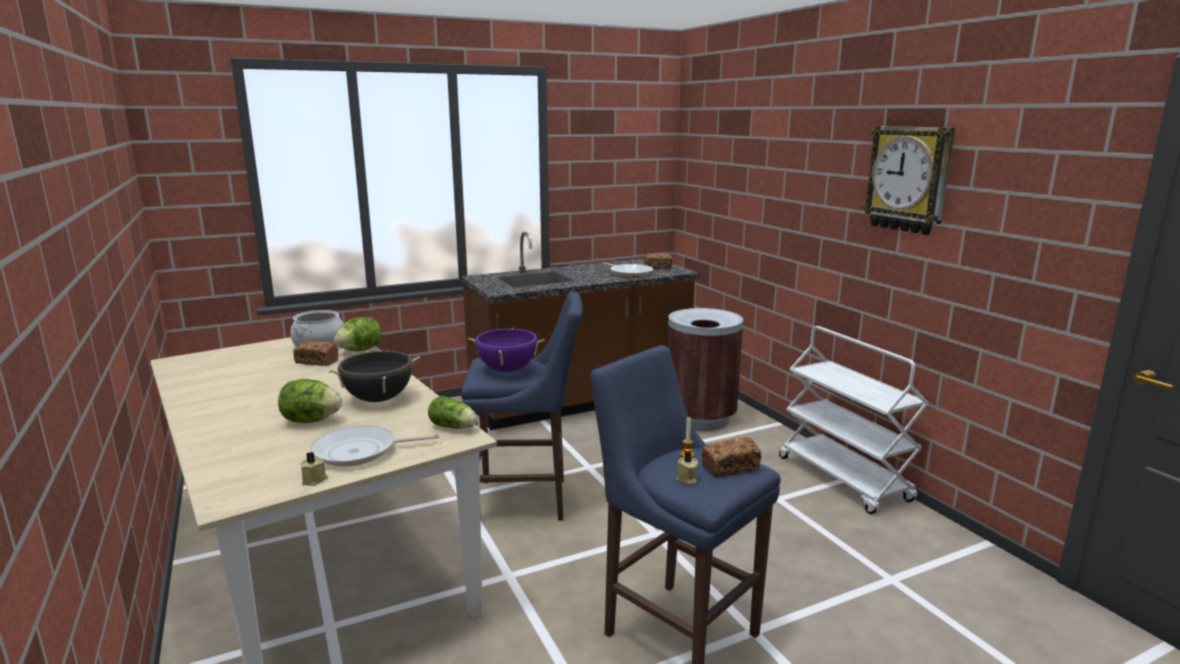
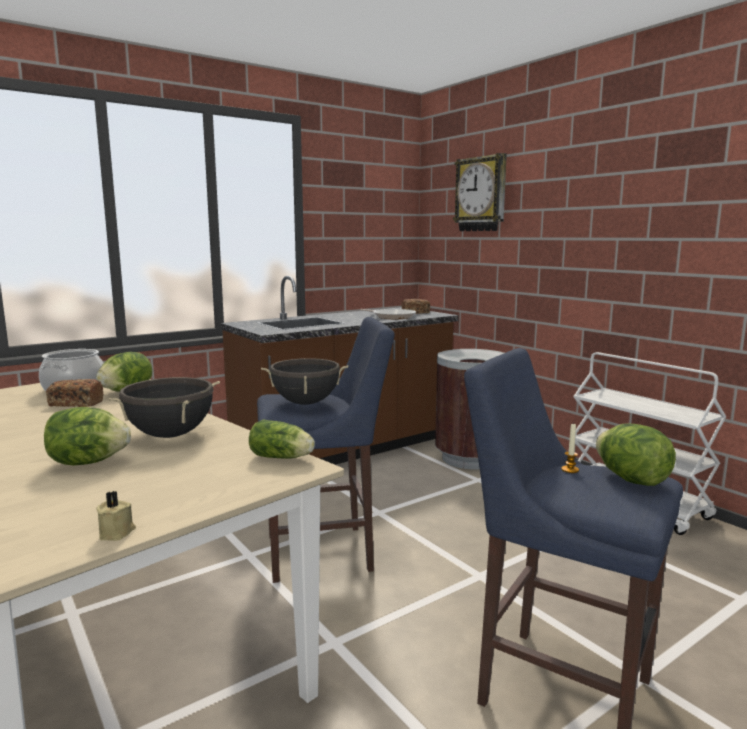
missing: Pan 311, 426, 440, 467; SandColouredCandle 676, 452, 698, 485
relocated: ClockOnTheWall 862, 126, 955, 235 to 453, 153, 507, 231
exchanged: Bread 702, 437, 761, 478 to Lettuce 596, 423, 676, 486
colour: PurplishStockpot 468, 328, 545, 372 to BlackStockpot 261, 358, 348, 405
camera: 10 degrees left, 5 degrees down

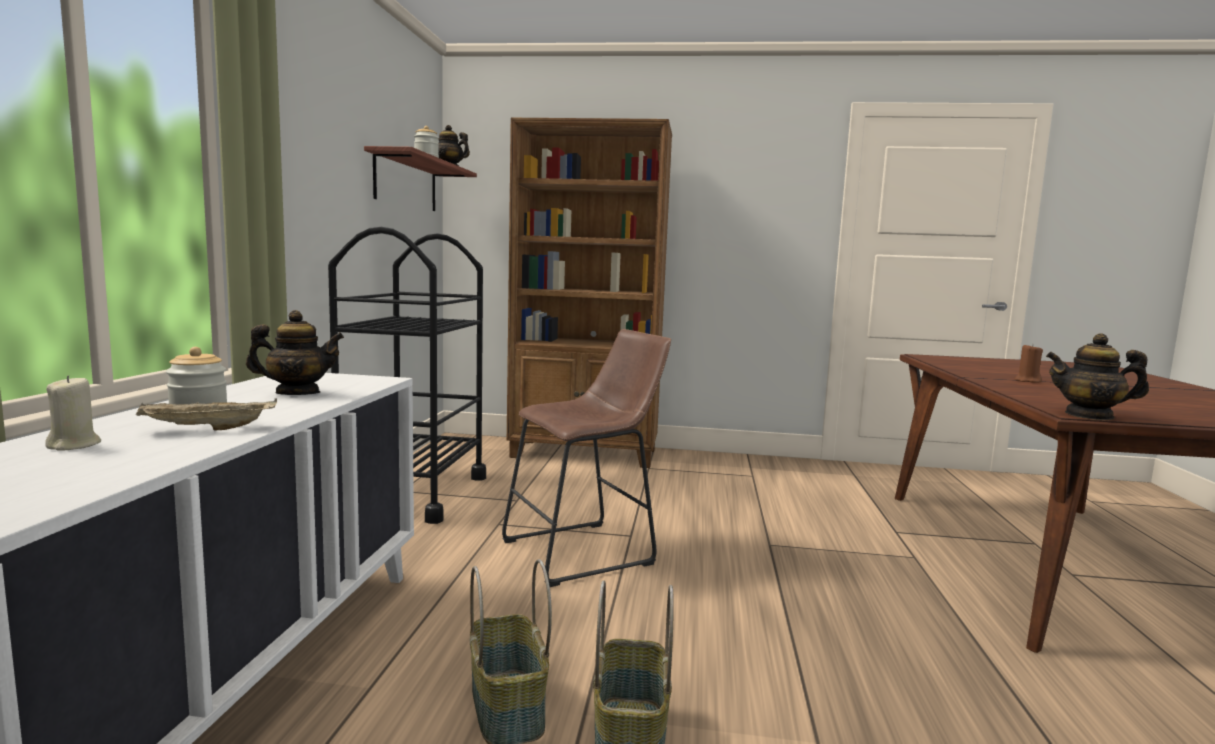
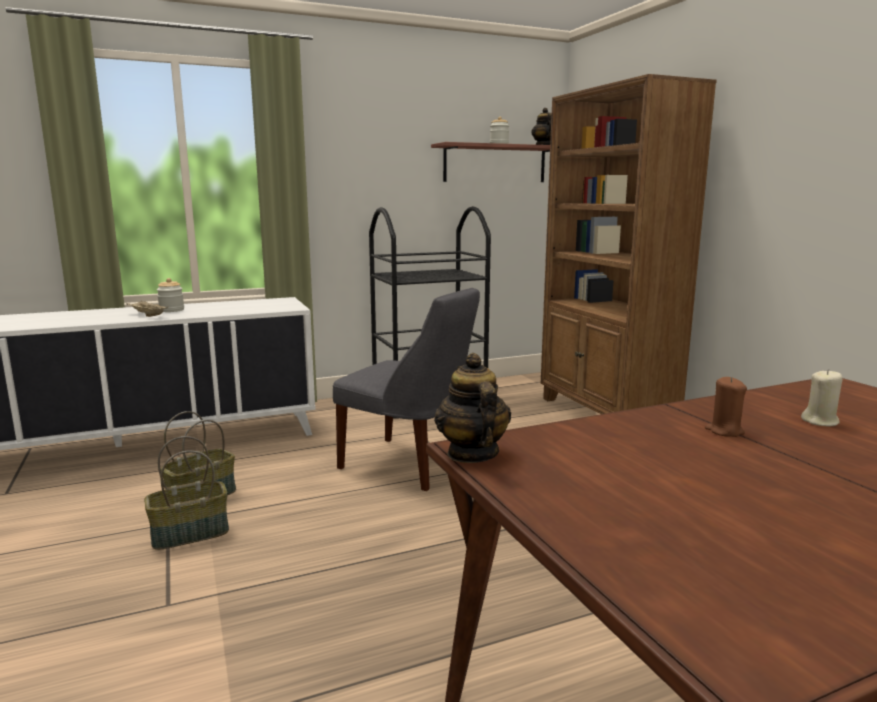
missing: TeaPot 246, 310, 344, 395
relocated: SandColouredCandle 45, 375, 101, 451 to 801, 369, 843, 426
exchanged: BrownSittingStool 502, 329, 671, 587 to GreyishPlainChair 333, 288, 480, 491
camera: 60 degrees right, 5 degrees up

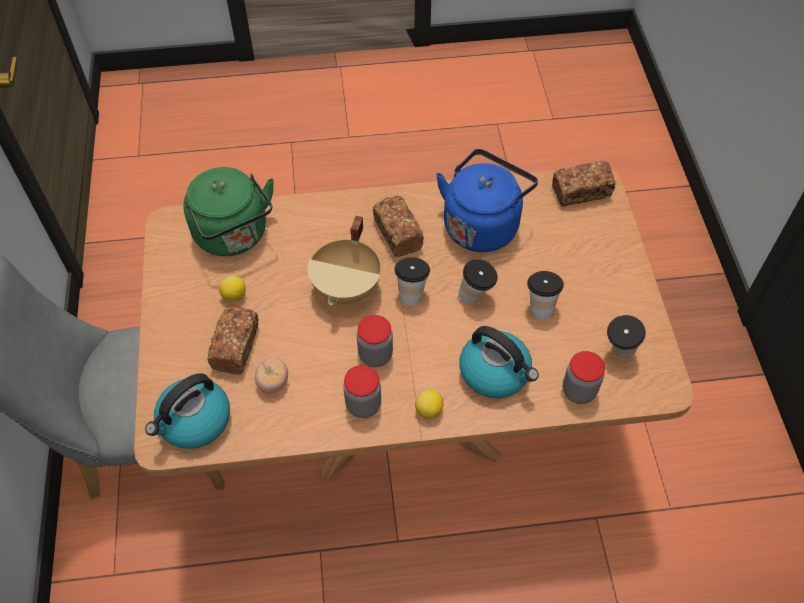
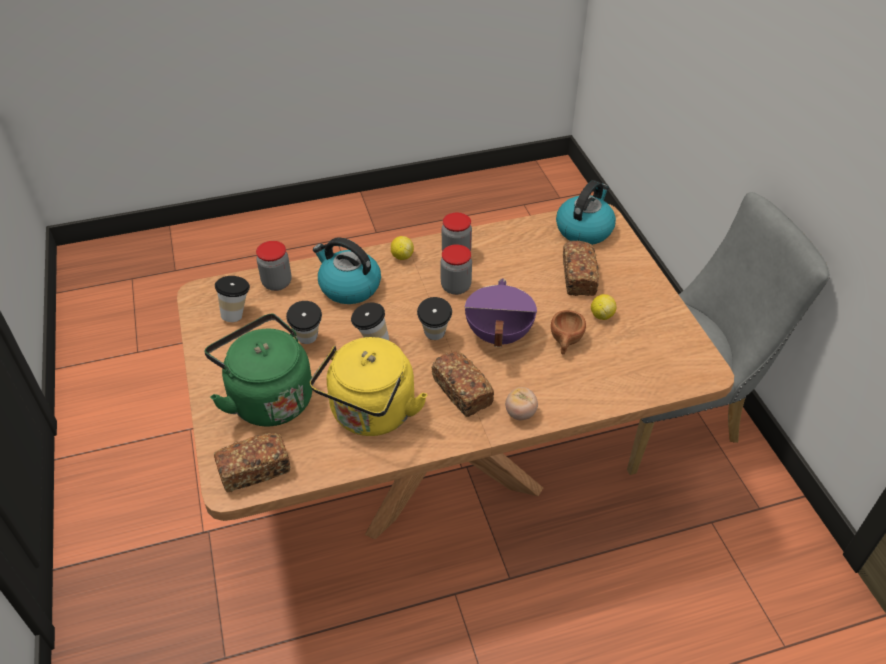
appeared: BrownSmallCup 551, 310, 586, 355
relocated: GreenWaterKettle 183, 167, 274, 256 to 204, 314, 312, 426; WholeTomato 255, 358, 288, 393 to 505, 387, 538, 420
colour: SandColouredStockpot 308, 216, 381, 305 to PurplishStockpot 464, 278, 537, 347; BlueWaterKettle 436, 149, 538, 252 to YellowishWaterKettle 310, 337, 427, 436
camera: 170 degrees right, 10 degrees down

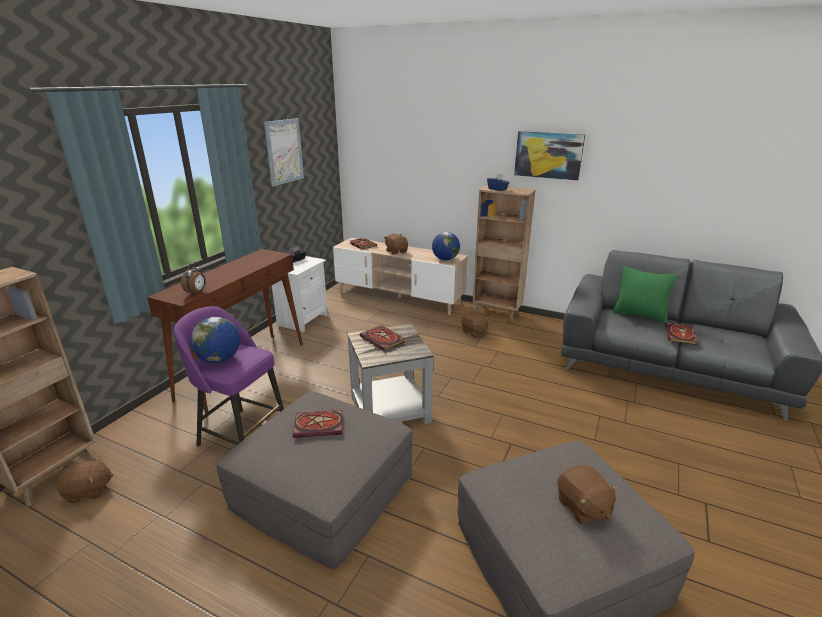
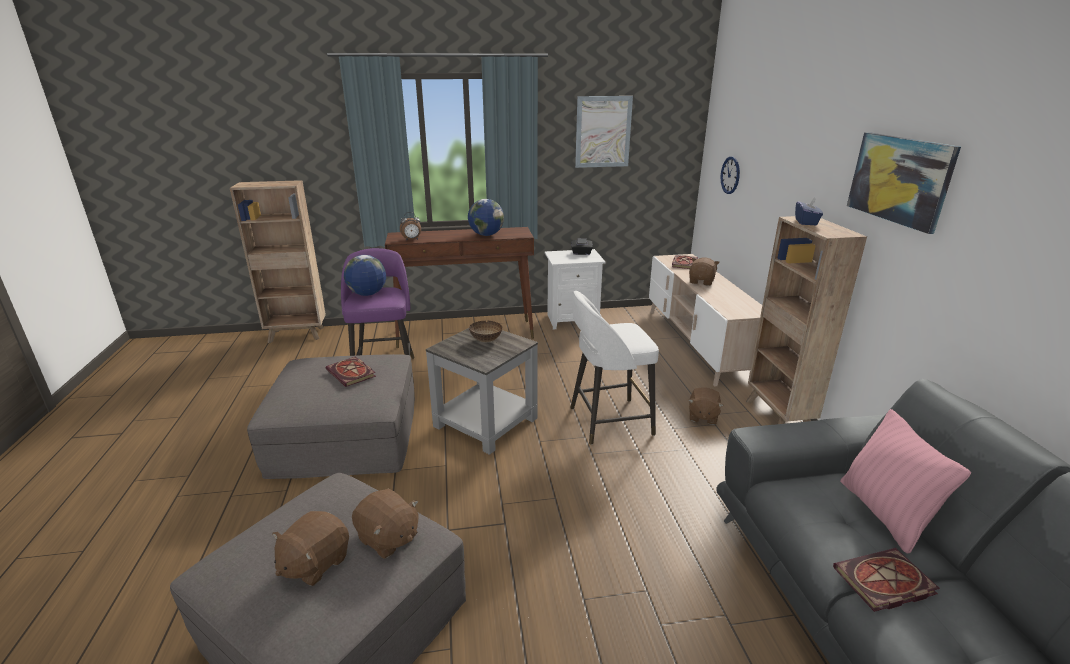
appeared: WhitishSittingStool 570, 291, 659, 445; ClockOnTheWall 721, 157, 740, 194
relocated: BrownPlushToy 57, 456, 113, 504 to 352, 489, 418, 559; DeskGlobe 432, 232, 460, 260 to 468, 199, 504, 236
exchanged: Book 359, 325, 405, 351 to ServingBowl 469, 320, 502, 342
colour: GreenThrowPillow 612, 267, 677, 323 to PinkishThrowPillow 840, 409, 972, 554
camera: 55 degrees right, 0 degrees up

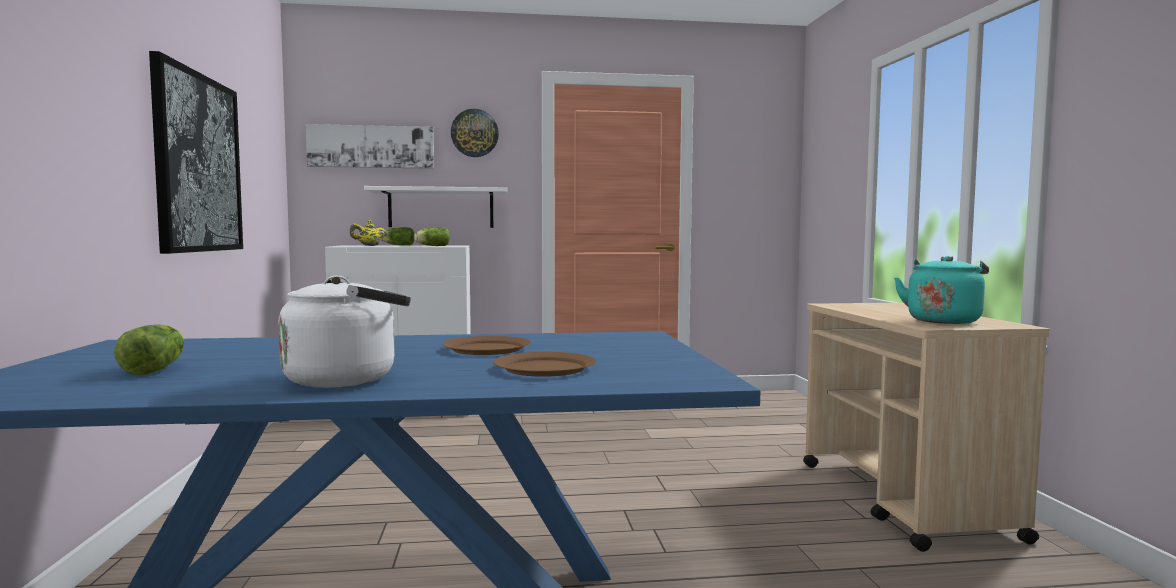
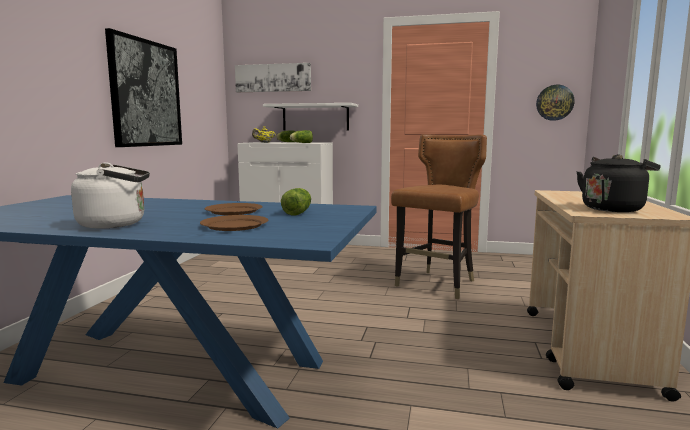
appeared: BrownPlainChair 391, 134, 487, 299
relocated: Lettuce 114, 324, 184, 375 to 281, 188, 311, 215; ClockOnTheWall 451, 109, 499, 157 to 536, 85, 575, 121
colour: BlueGreenWaterKettle 894, 256, 989, 324 to BlackWaterKettle 577, 154, 661, 212
camera: 20 degrees right, 5 degrees up

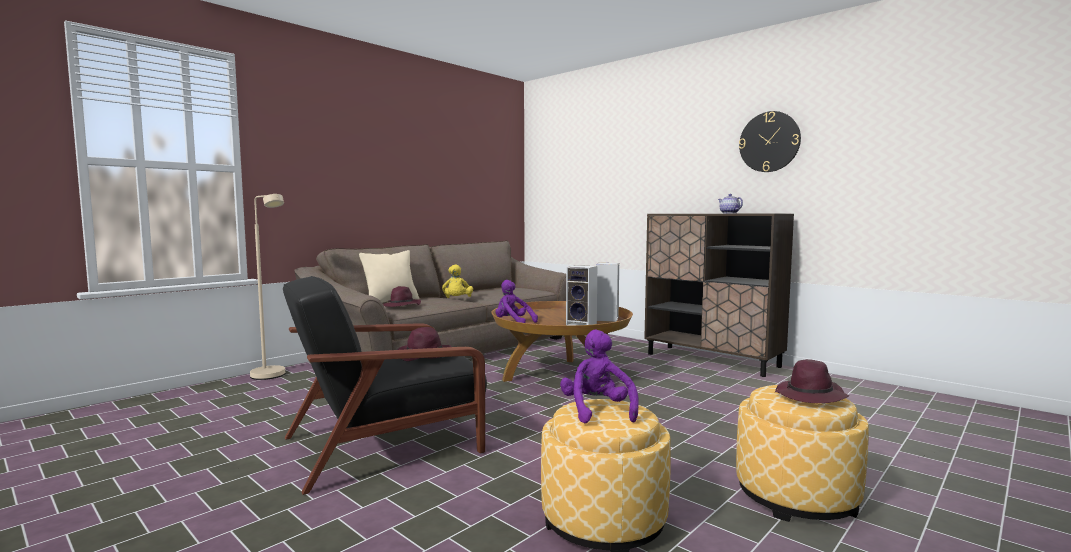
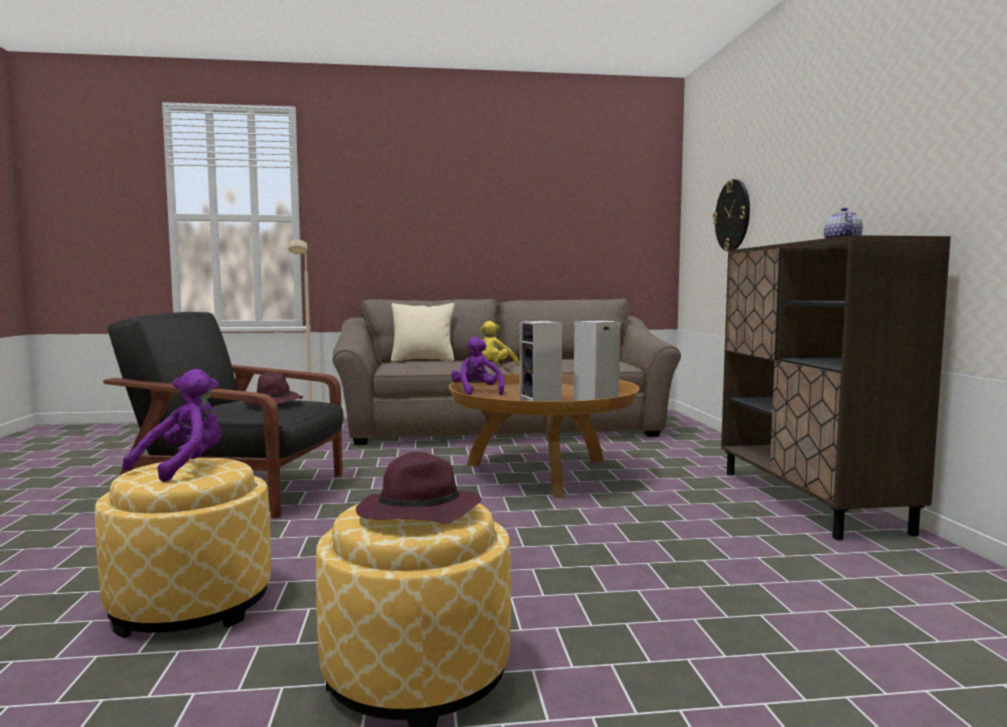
missing: PurplishClothingHat 383, 286, 421, 307
relocated: ClockOnTheWall 739, 111, 801, 172 to 713, 179, 750, 251
camera: 40 degrees right, 0 degrees up

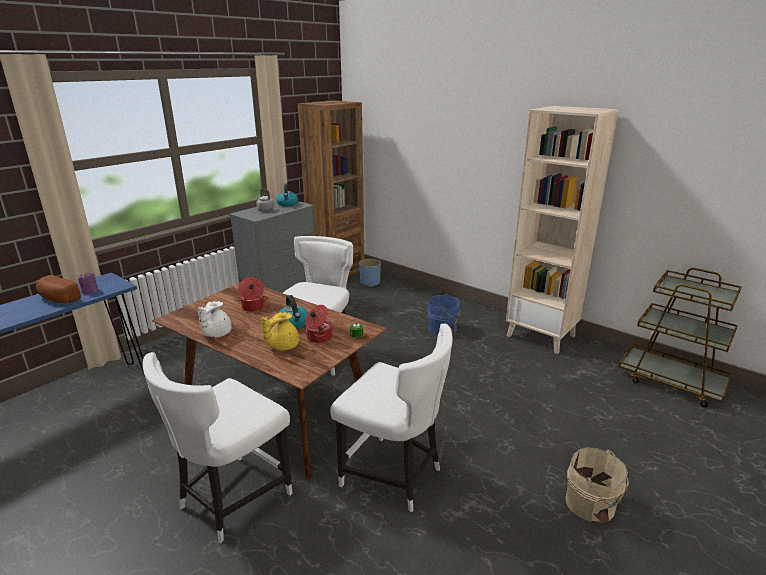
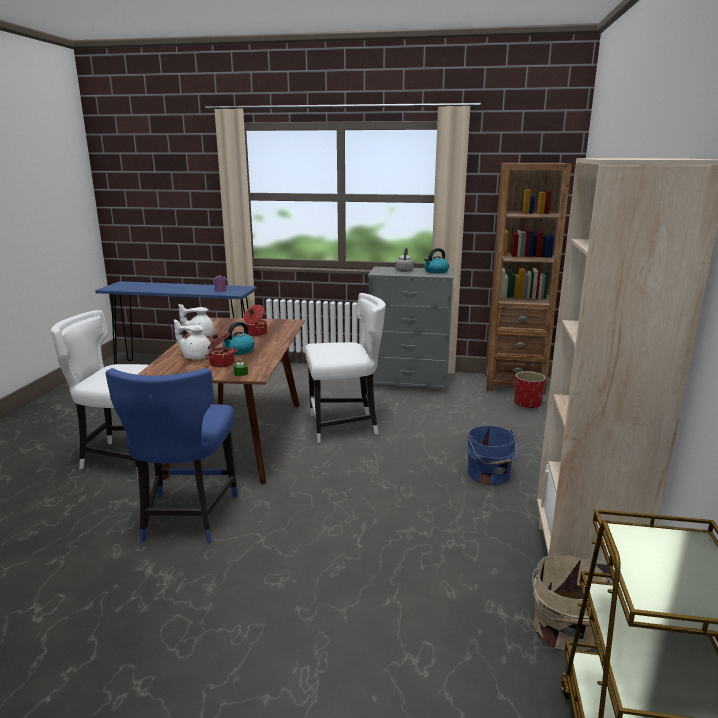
missing: Bread 36, 275, 81, 303
relocated: SandColouredBucket 566, 447, 629, 524 to 532, 554, 612, 651
colour: YellowishTeaPot 261, 312, 299, 351 to WhitishTeaPot 174, 319, 211, 359; WhitishPlainChair 330, 324, 452, 512 to BluePlainChair 105, 368, 238, 543; BluePlanter 359, 259, 381, 287 to ReddishPlanter 514, 371, 546, 409
camera: 60 degrees right, 5 degrees down

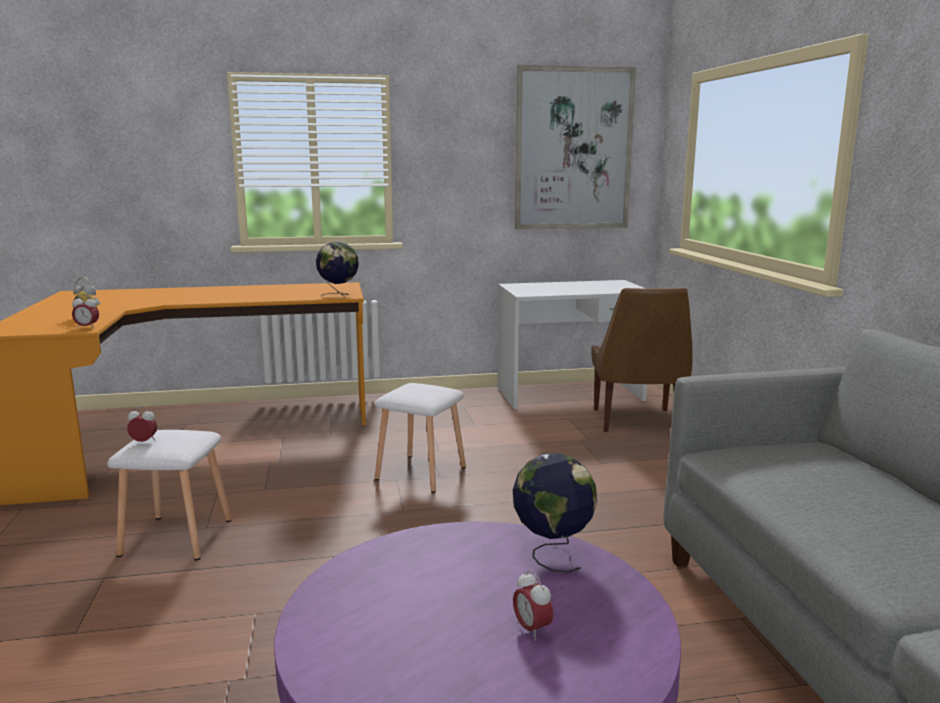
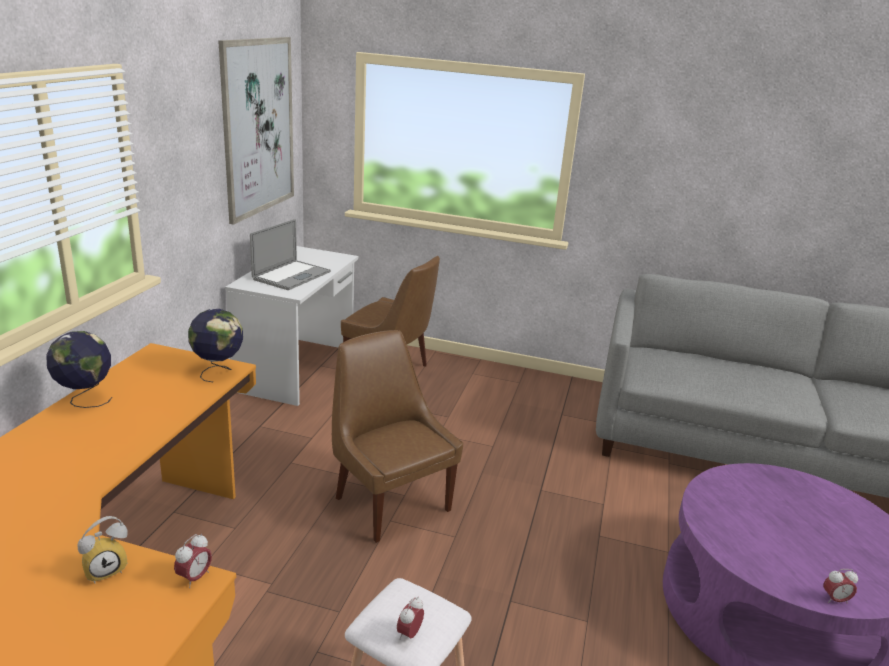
appeared: PortableComputer 250, 219, 331, 290
relocated: DeskGlobe 513, 453, 597, 572 to 46, 331, 112, 408; AlarmClock 513, 570, 553, 641 to 823, 569, 858, 604
exchanged: WhitishSittingStool 375, 383, 466, 493 to BrownPlainChair 332, 330, 463, 543
camera: 65 degrees left, 10 degrees up

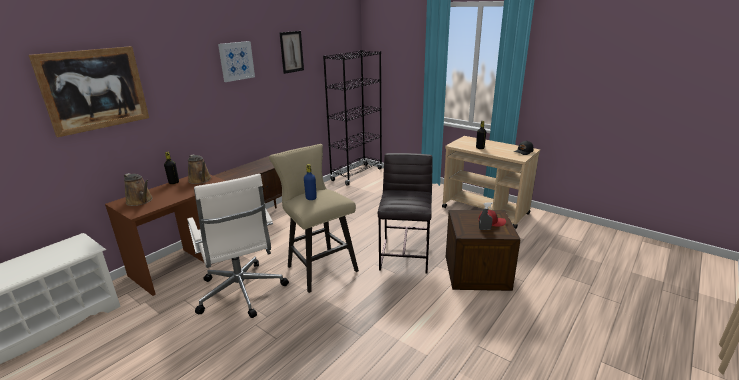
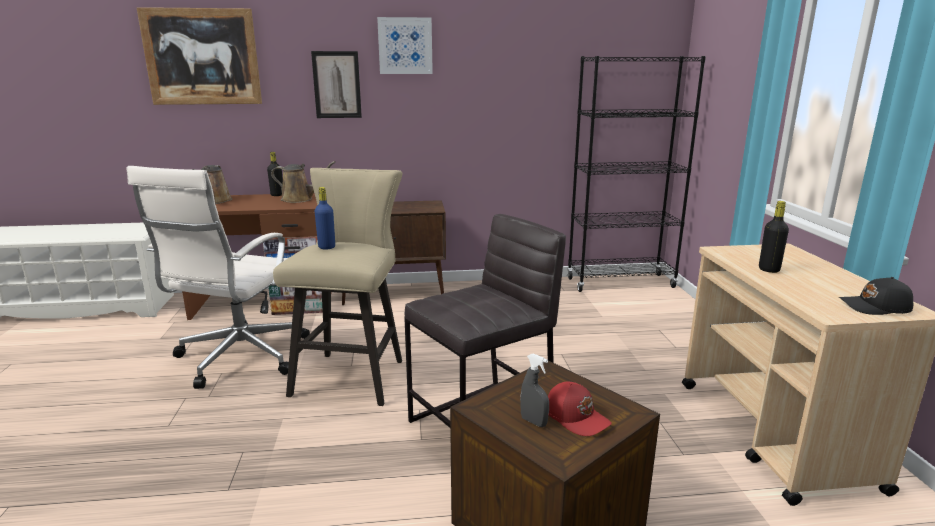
relocated: WallArt 280, 31, 304, 74 to 311, 51, 362, 118
spun: BrownSprinklingCan 188, 154, 211, 184 = 271, 161, 336, 203 90 degrees counterclockwise
camera: 45 degrees right, 5 degrees down

